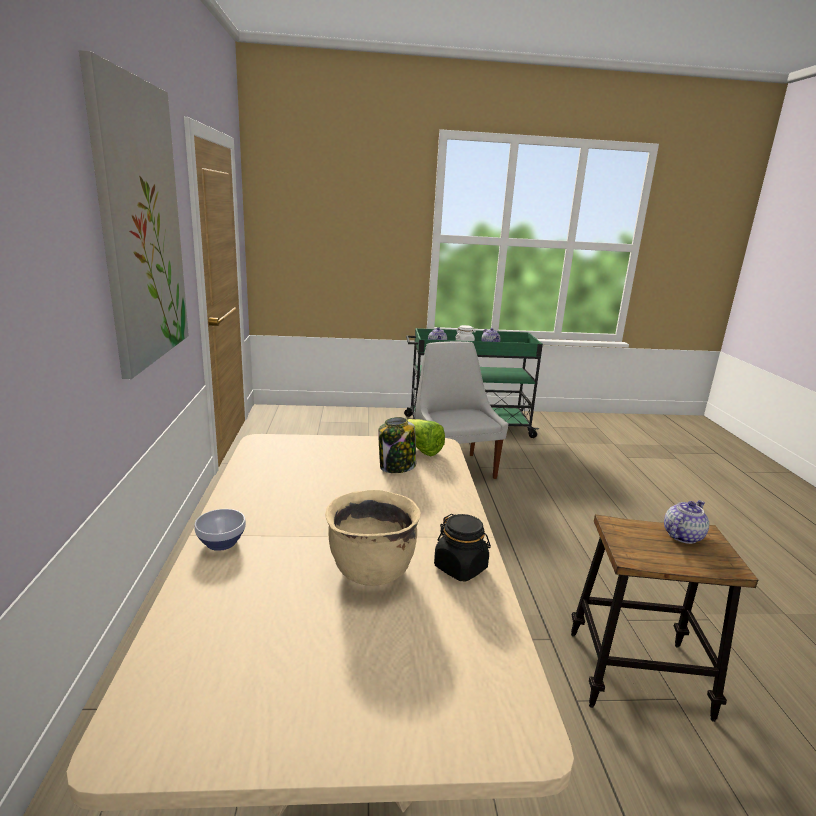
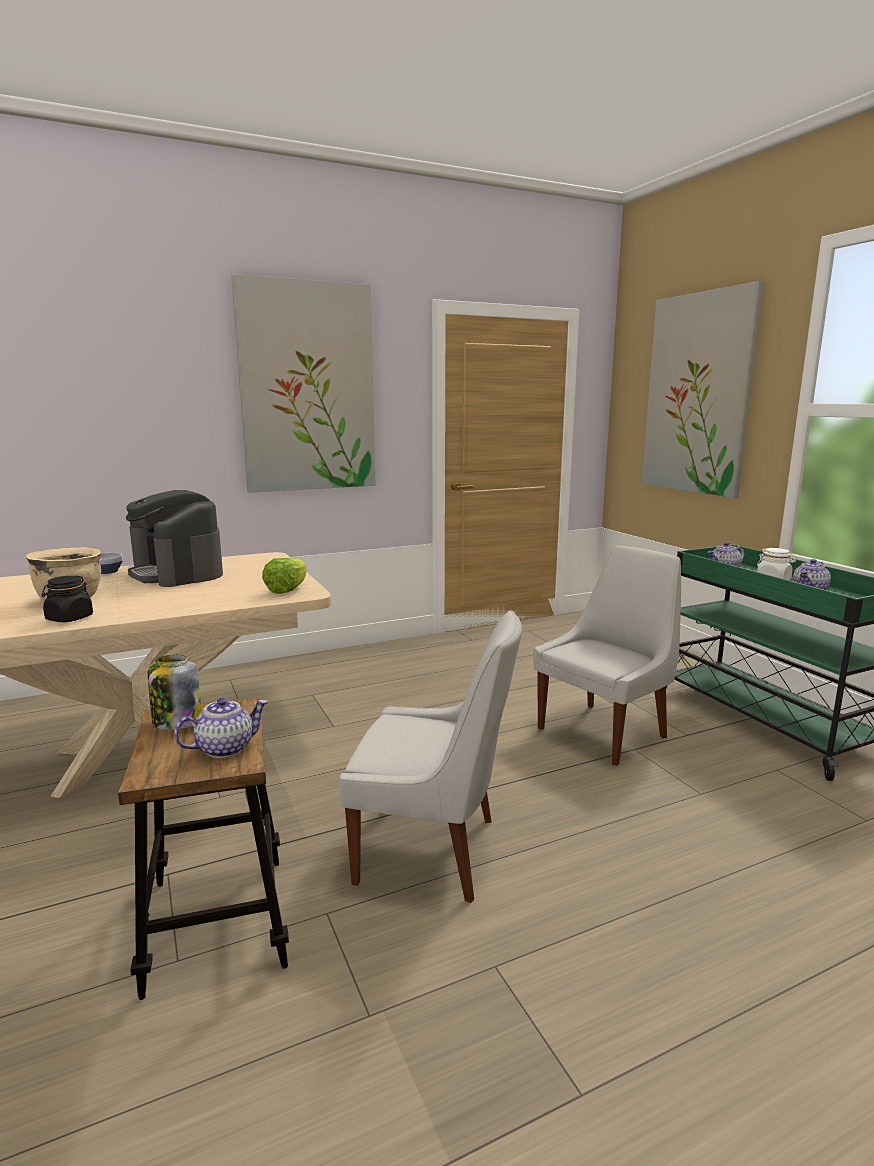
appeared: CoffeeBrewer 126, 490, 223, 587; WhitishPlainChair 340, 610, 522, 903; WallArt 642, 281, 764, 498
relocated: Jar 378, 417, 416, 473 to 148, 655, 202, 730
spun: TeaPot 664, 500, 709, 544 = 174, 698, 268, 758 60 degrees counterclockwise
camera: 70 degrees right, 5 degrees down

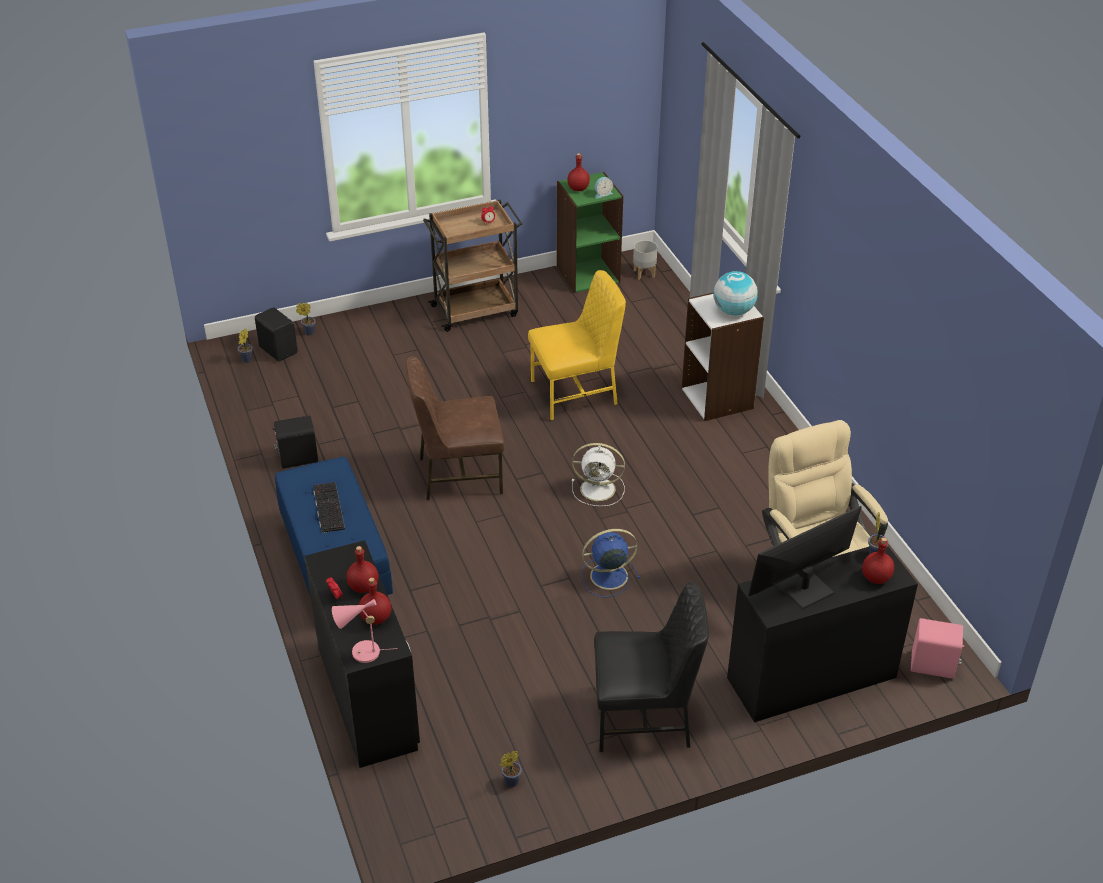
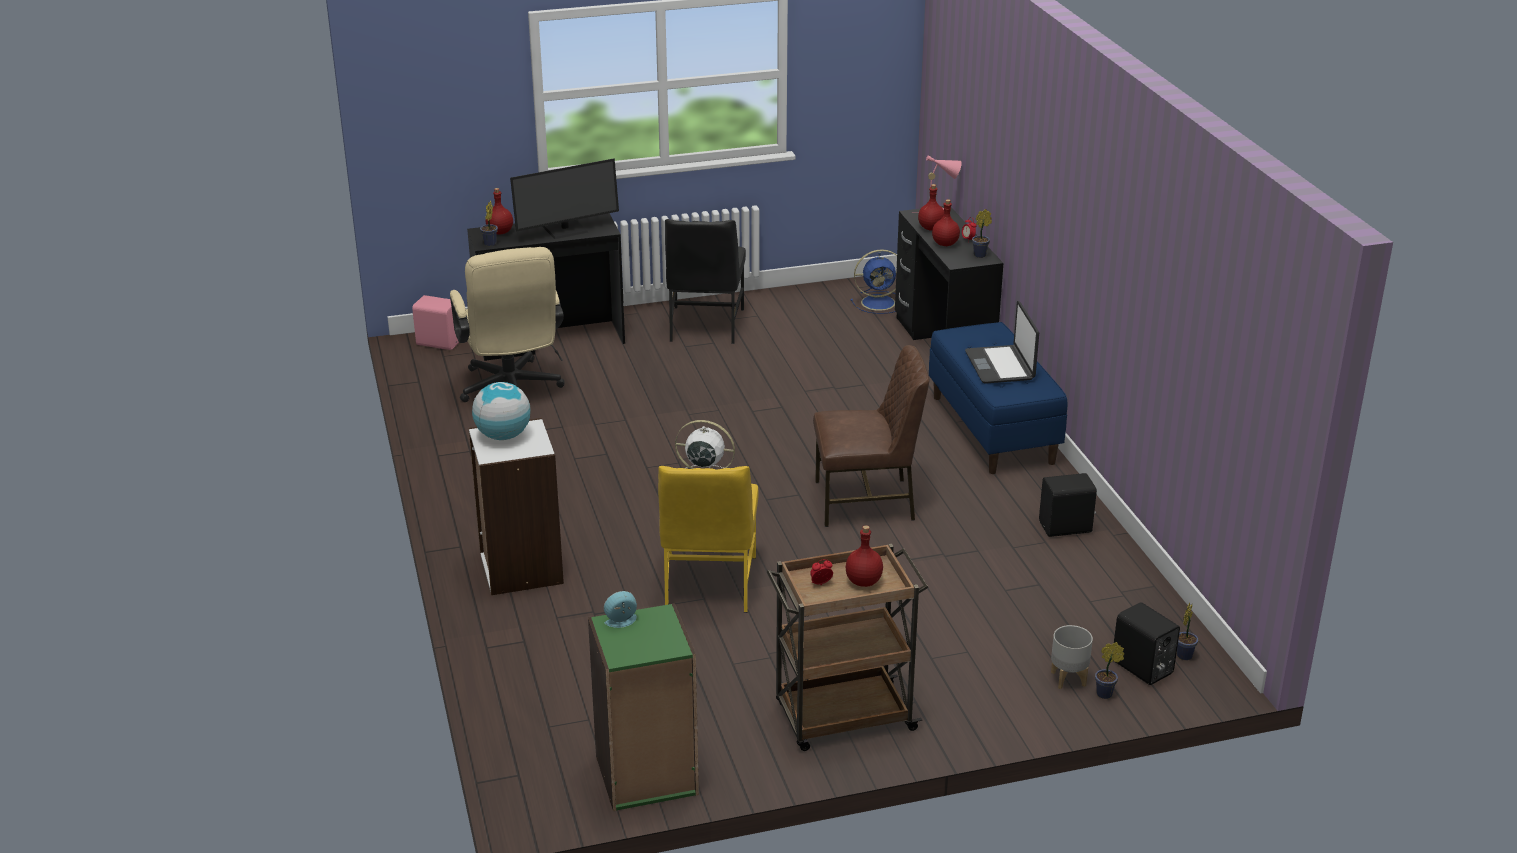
relocated: Houseplant 500, 751, 522, 787 to 972, 209, 992, 258; ReddishDrinkBottle 567, 153, 590, 191 to 846, 525, 883, 587; BlueFan 581, 529, 640, 597 to 850, 249, 897, 314; GreyishPlanter 633, 240, 657, 280 to 1051, 625, 1093, 689
exchanged: ComputerKeyboard 313, 482, 345, 533 to PortableComputer 965, 301, 1039, 384
spun: YellowishPlainChair 528, 270, 626, 421 = 658, 466, 759, 613 75 degrees counterclockwise; BlackPlainChair 594, 582, 709, 752 = 665, 219, 746, 344 90 degrees counterclockwise
camera: 175 degrees left, 10 degrees down

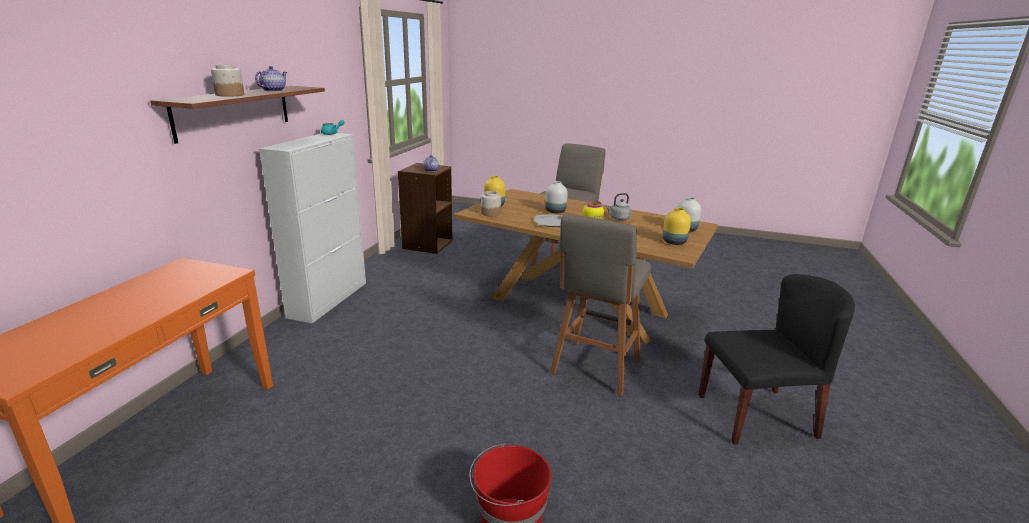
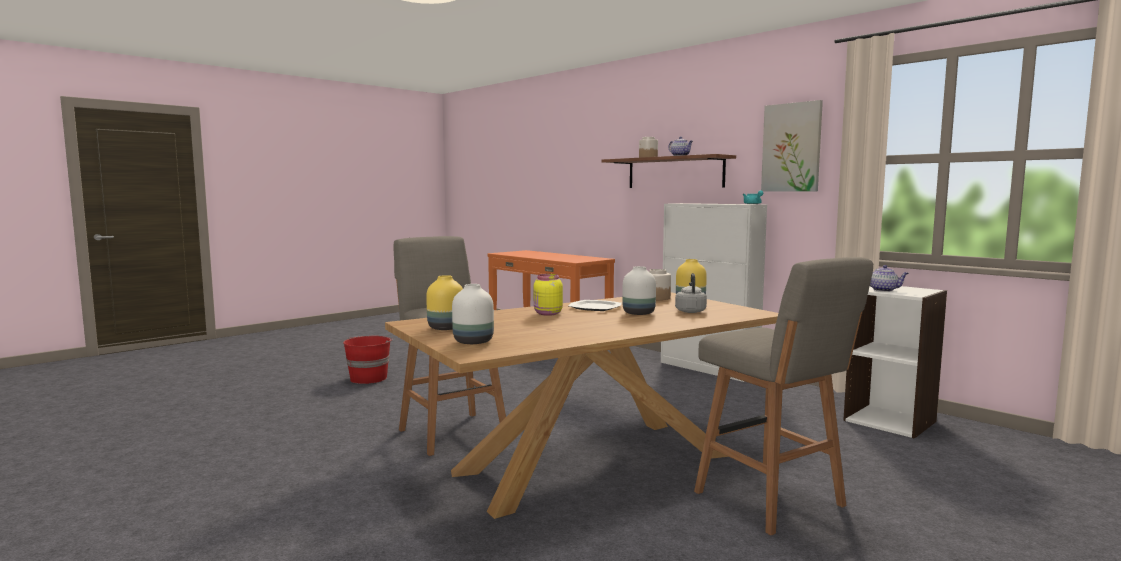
missing: BlackPlainChair 698, 274, 855, 444
appeared: WallArt 761, 100, 823, 191
relocated: GreyishWaterKettle 606, 193, 632, 220 to 675, 273, 707, 313
colour: BrownBookshelf 398, 163, 452, 254 to WhitishBookshelf 843, 286, 947, 439
camera: 120 degrees right, 15 degrees down

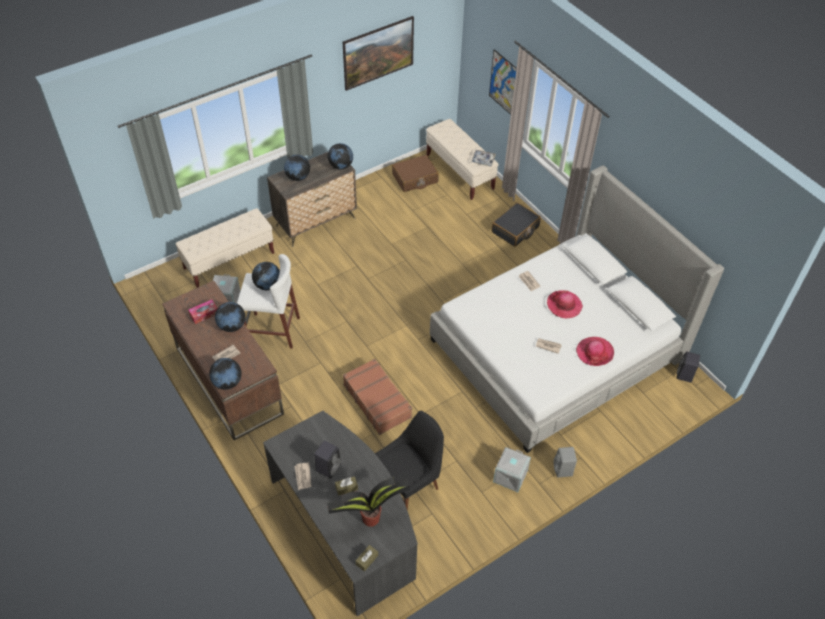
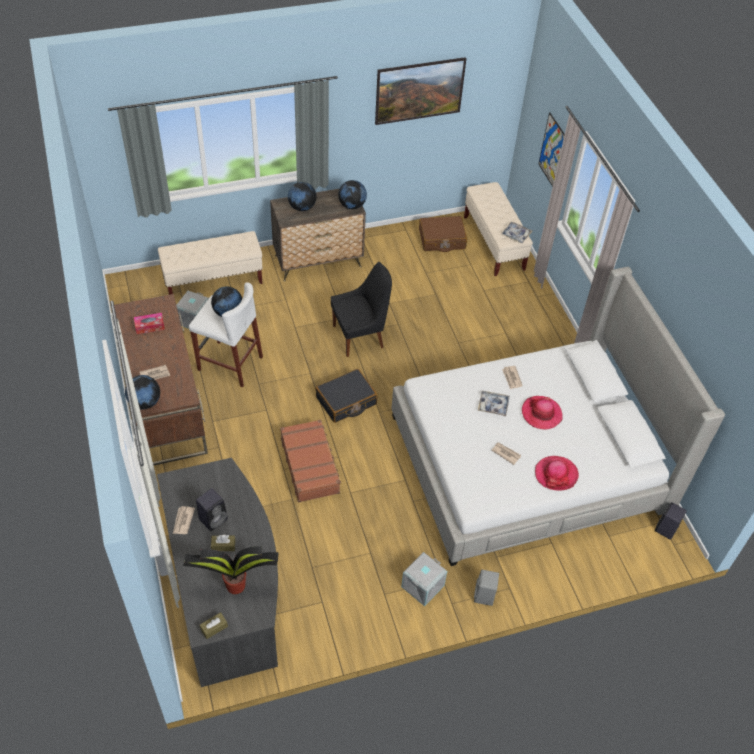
missing: DeskGlobe 215, 302, 246, 332
appeared: CarryingTray 478, 391, 510, 416
relocated: BlackPlainChair 375, 411, 444, 510 to 331, 262, 392, 357; BlackSuitcase 492, 203, 541, 247 to 315, 369, 377, 423
camera: 15 degrees right, 0 degrees up

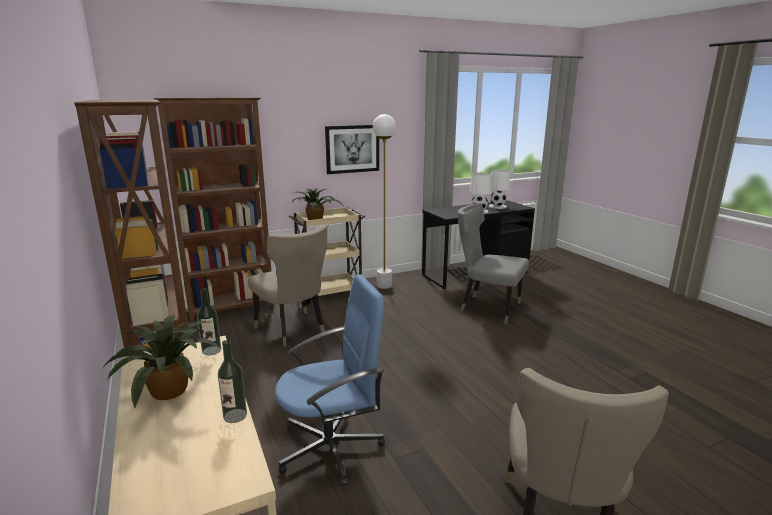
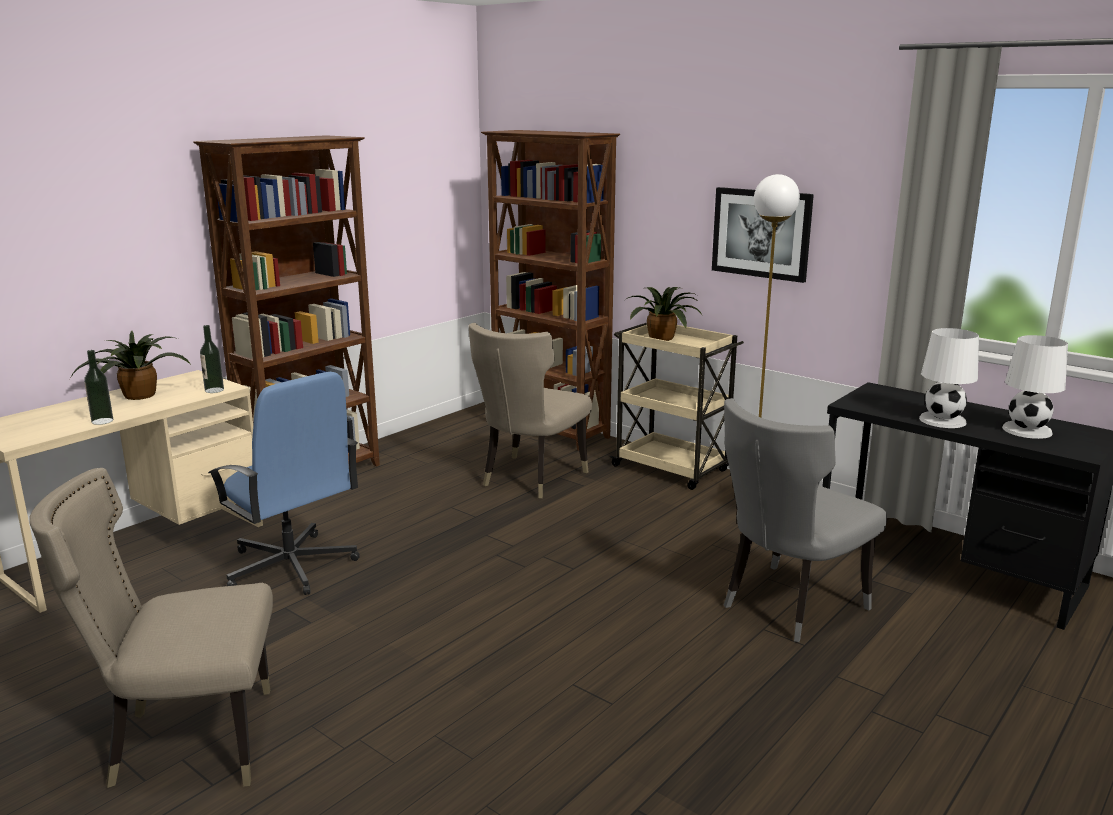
spun: GreyishPlainChair 457, 203, 529, 324 = 724, 398, 887, 642 135 degrees counterclockwise
camera: 65 degrees right, 0 degrees up

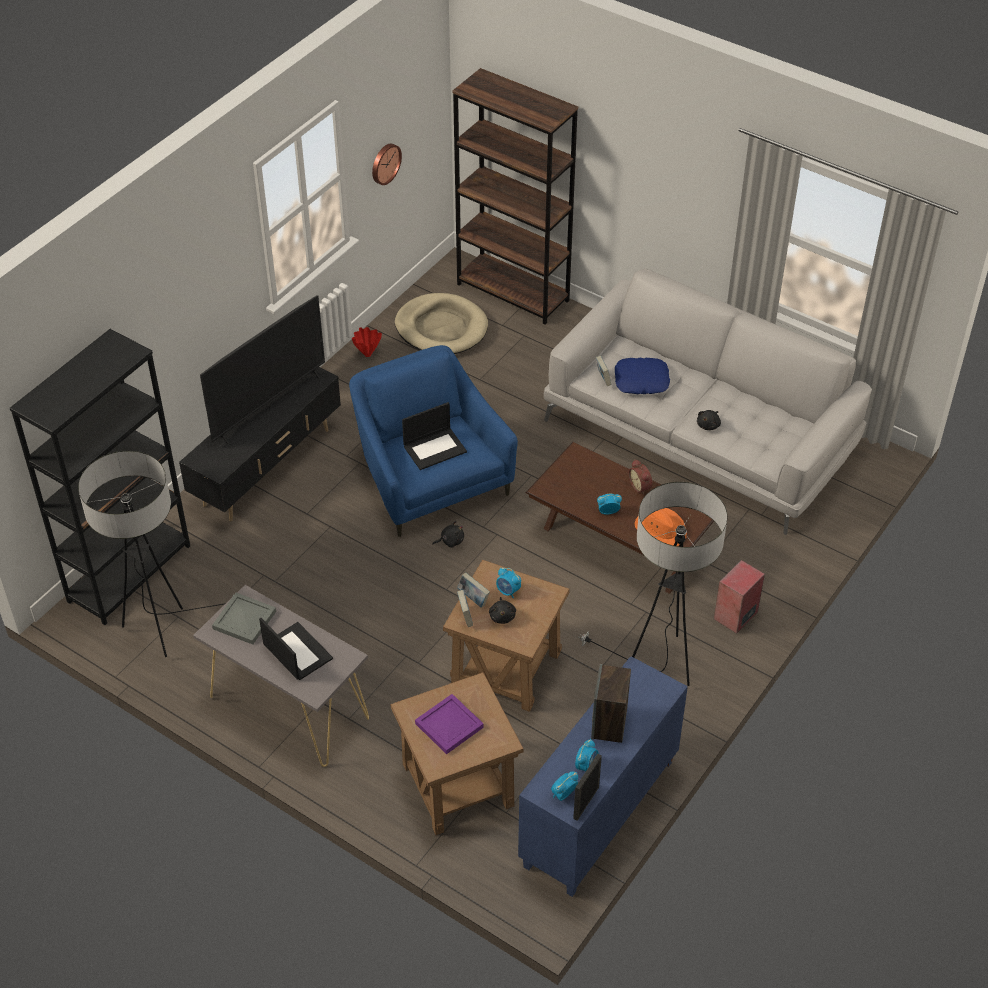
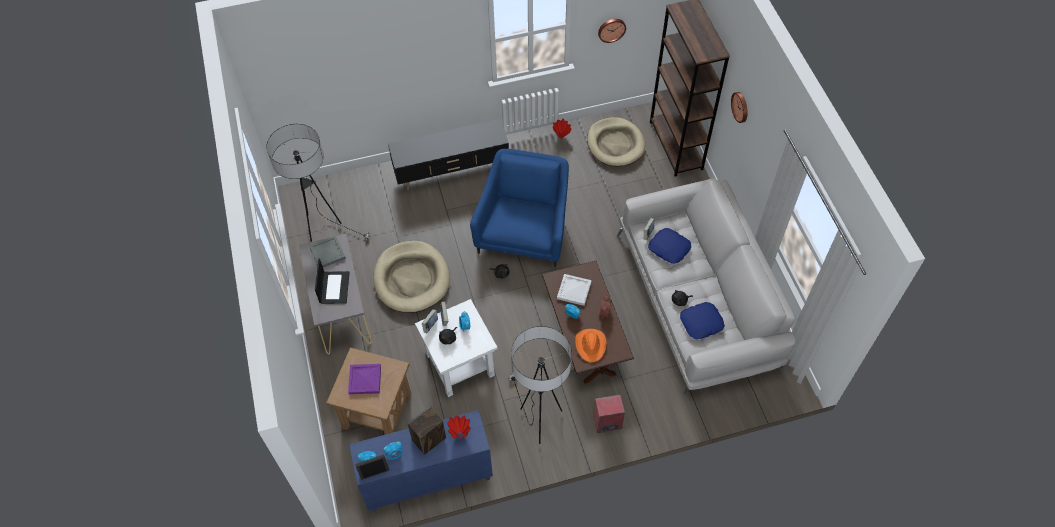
missing: BlackBookshelf 10, 329, 190, 625; Television 200, 295, 325, 444; PortableComputer 402, 402, 467, 470
appeared: SandColouredPetBed 373, 241, 450, 313; ReddishDecorativeVase 447, 415, 471, 439; WhitishCarryingTray 557, 274, 592, 306; BlueThrowPillow 680, 302, 725, 339; ClockOnTheWall 731, 92, 747, 123
colour: BrownSideTable 443, 560, 570, 712 to WhitishSideTable 415, 299, 498, 397
camera: 40 degrees right, 10 degrees up

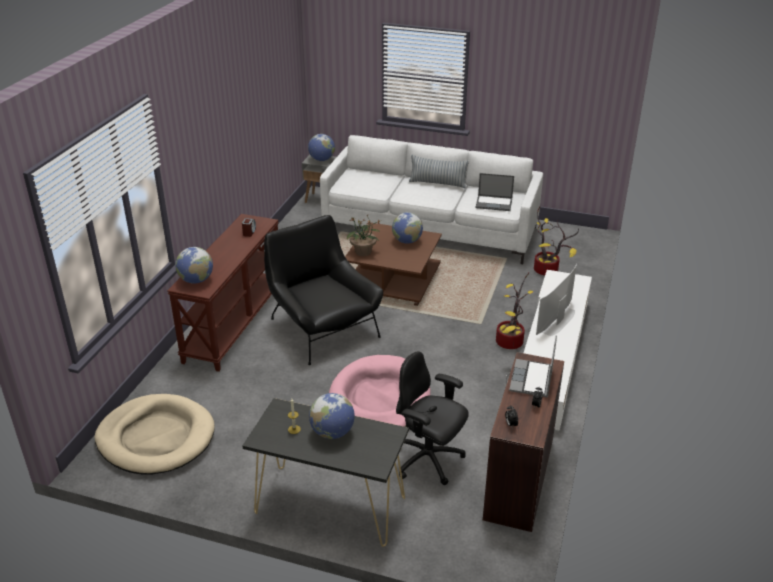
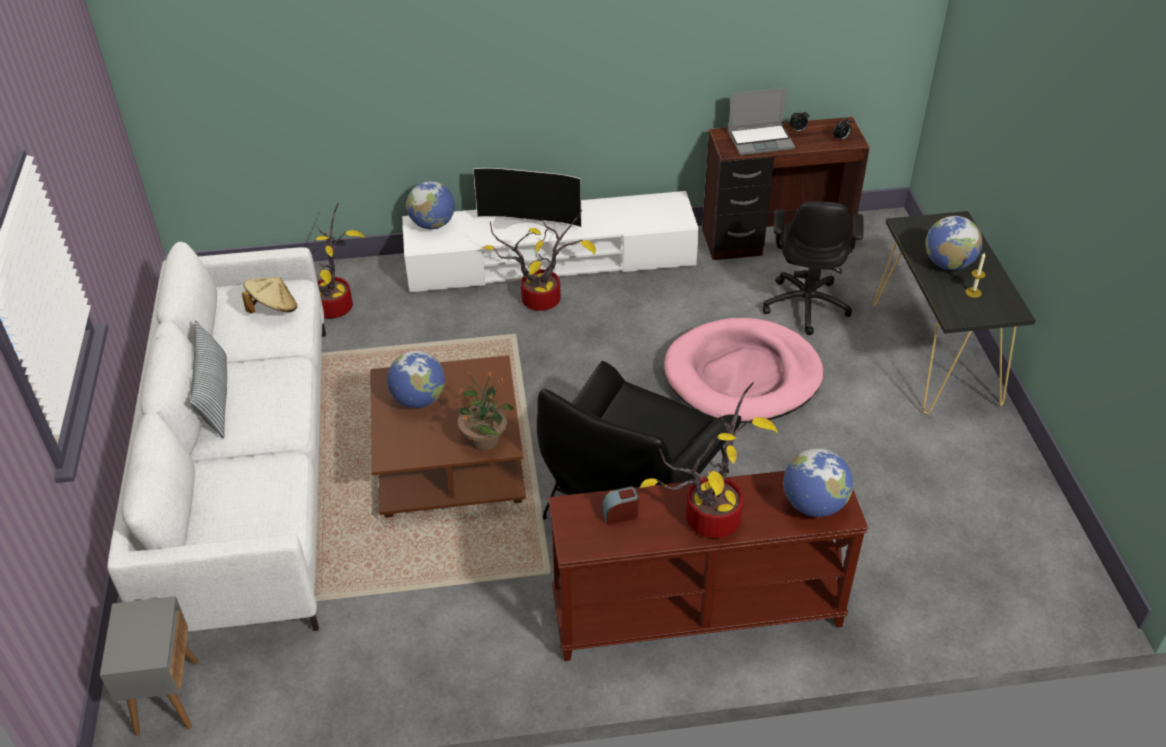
missing: SandColouredPetBed 95, 394, 215, 475
appeared: Houseplant 639, 382, 778, 538
relocated: DeskGlobe 308, 134, 335, 161 to 406, 181, 455, 229
exchanged: PortableComputer 476, 173, 514, 211 to SandColouredClothingHat 242, 277, 297, 313
camera: 115 degrees left, 10 degrees up

